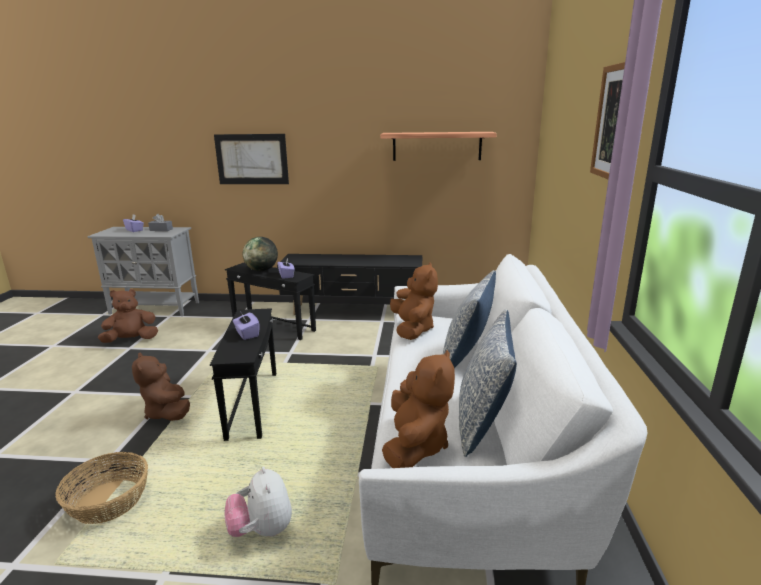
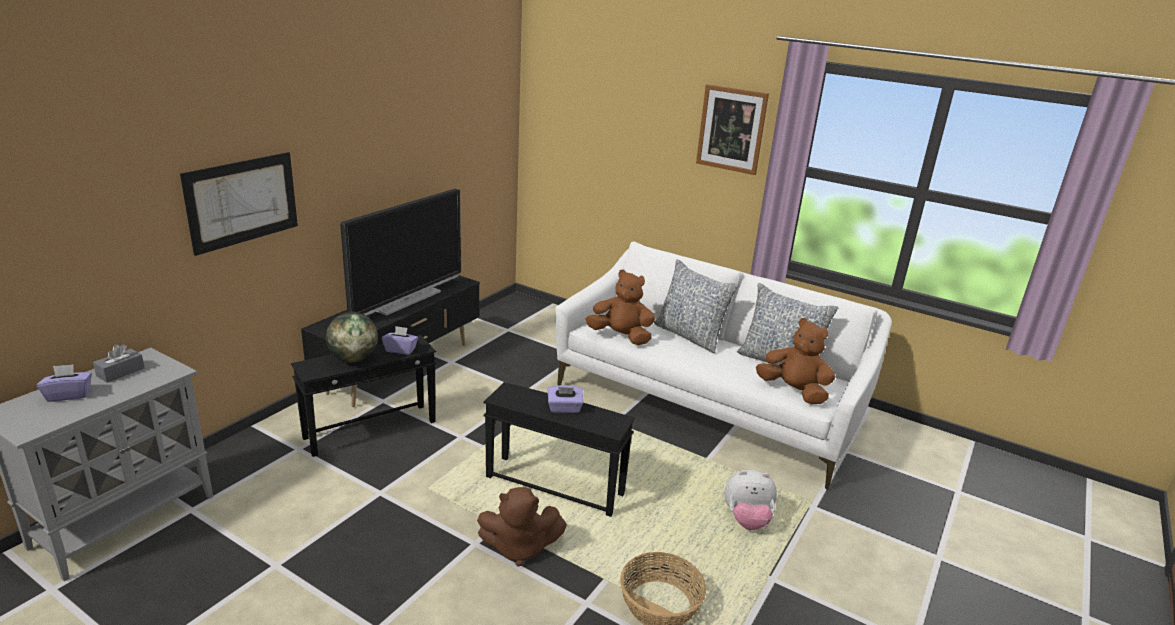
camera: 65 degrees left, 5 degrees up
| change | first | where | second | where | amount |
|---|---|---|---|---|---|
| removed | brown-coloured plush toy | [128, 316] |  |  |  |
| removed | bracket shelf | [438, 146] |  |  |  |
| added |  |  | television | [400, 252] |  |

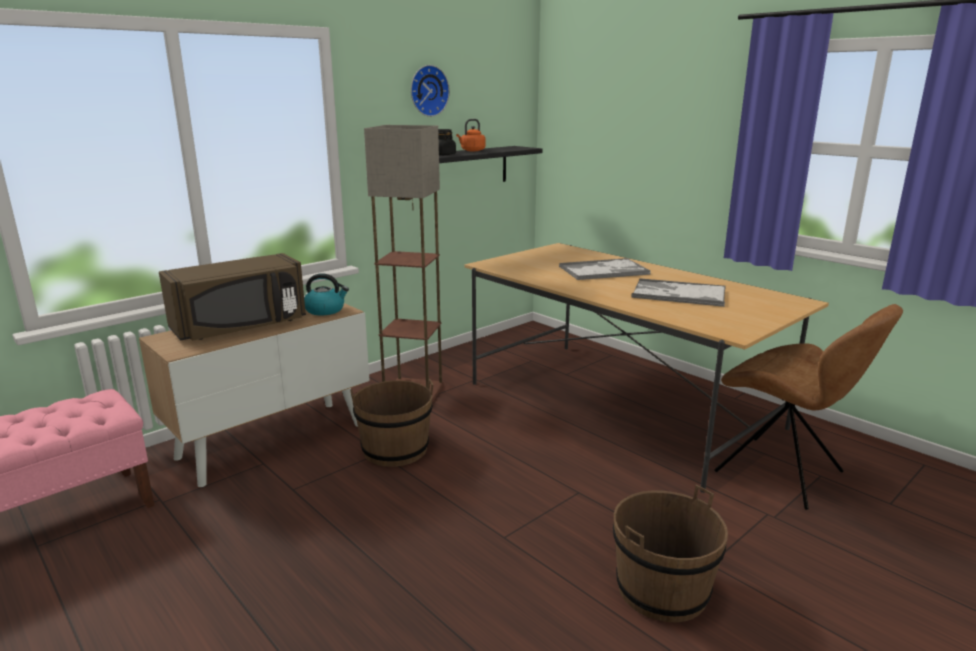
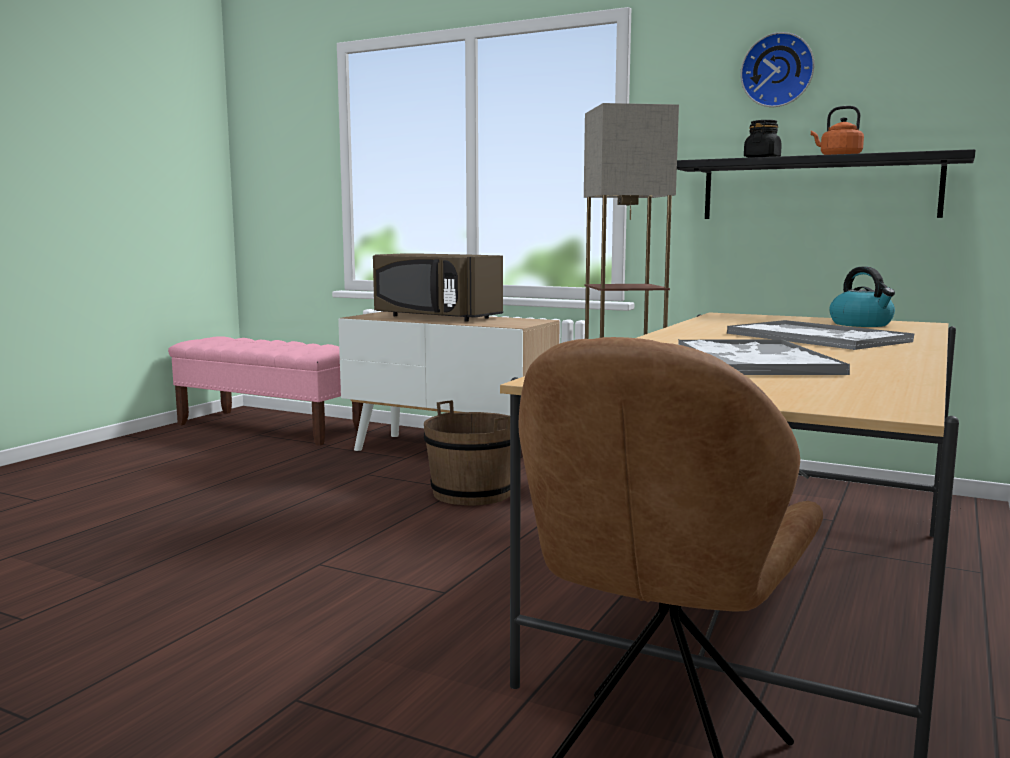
camera: 70 degrees right, 10 degrees down
| change | first | where | second | where | amount |
|---|---|---|---|---|---|
| moved | water kettle | [326, 294] |  | [862, 296] |  |
| removed | brown-coloured water bucket | [670, 553] |  |  |  |

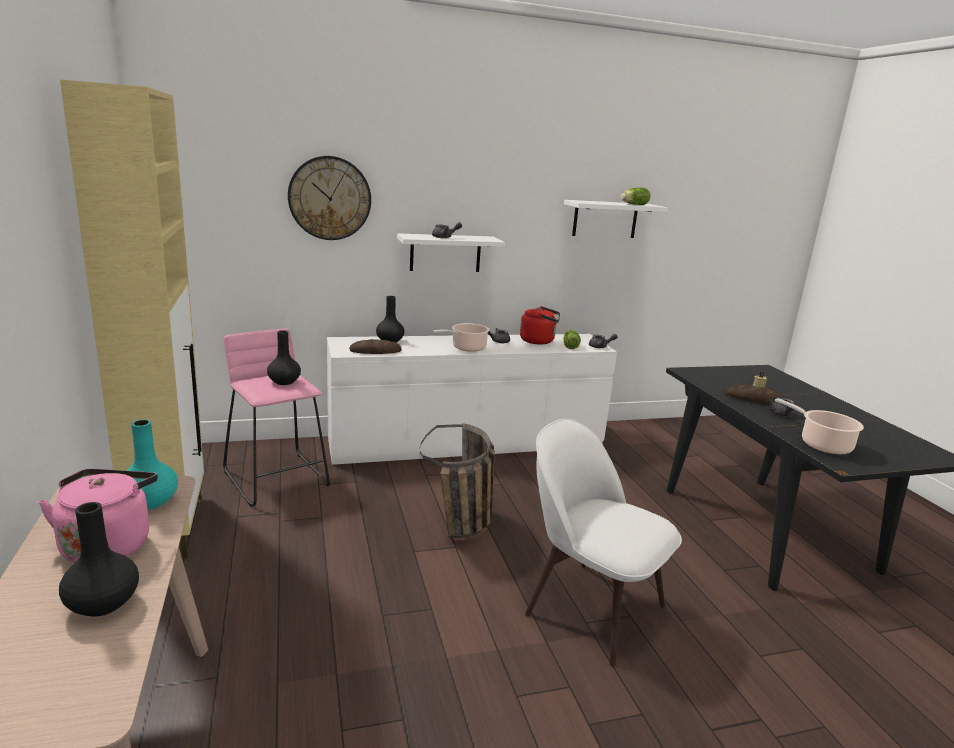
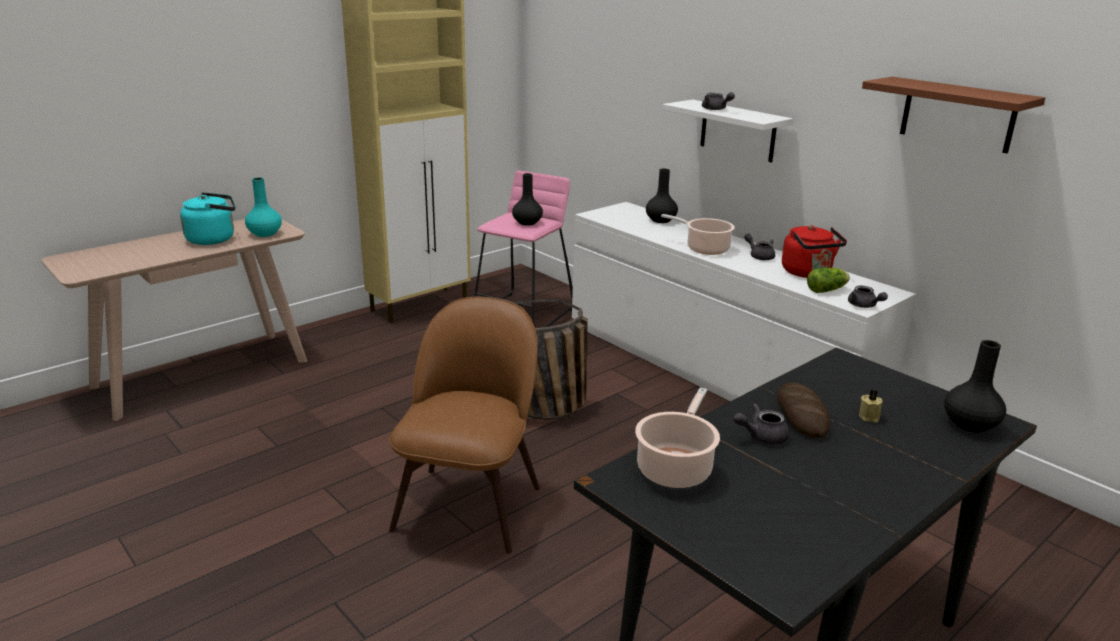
camera: 65 degrees right, 5 degrees up
| change | first | where | second | where | amount |
|---|---|---|---|---|---|
| recoloured | pink-coloured water kettle | [98, 516] | turquoise-coloured water kettle | [207, 218] |  |
| moved | black-coloured decorative vase | [99, 559] |  | [975, 386] |  |
| removed | wall clock | [329, 198] |  |  |  |
| removed | baked bread | [376, 346] |  |  |  |
| recoloured | whitish plain chair | [603, 543] | brown-coloured plain chair | [464, 425] |  |
| recoloured | whitish bracket shelf | [616, 219] | brown-coloured bracket shelf | [953, 115] |  |
| removed | lettuce | [635, 196] |  |  |  |

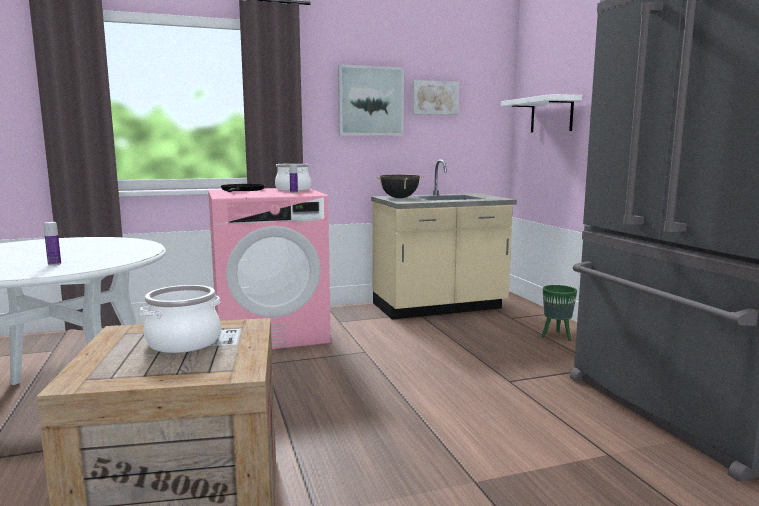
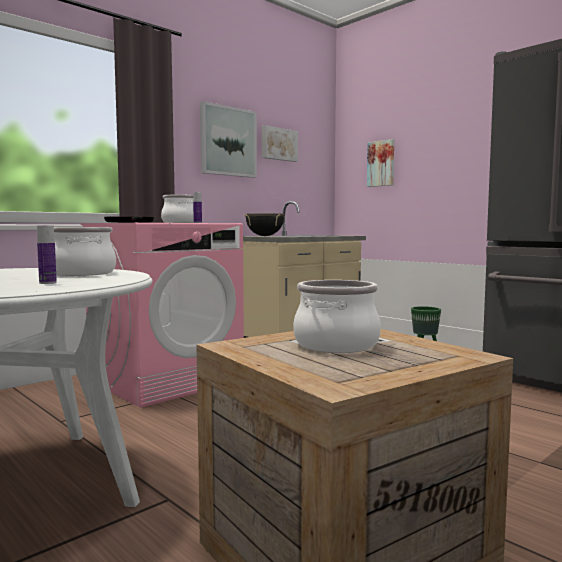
camera: 25 degrees left, 5 degrees down
| change | first | where | second | where | amount |
|---|---|---|---|---|---|
| replaced | whitish bracket shelf | [541, 113] | picture | [380, 163] |  |
| added |  |  | cooking pot | [85, 251] |  |

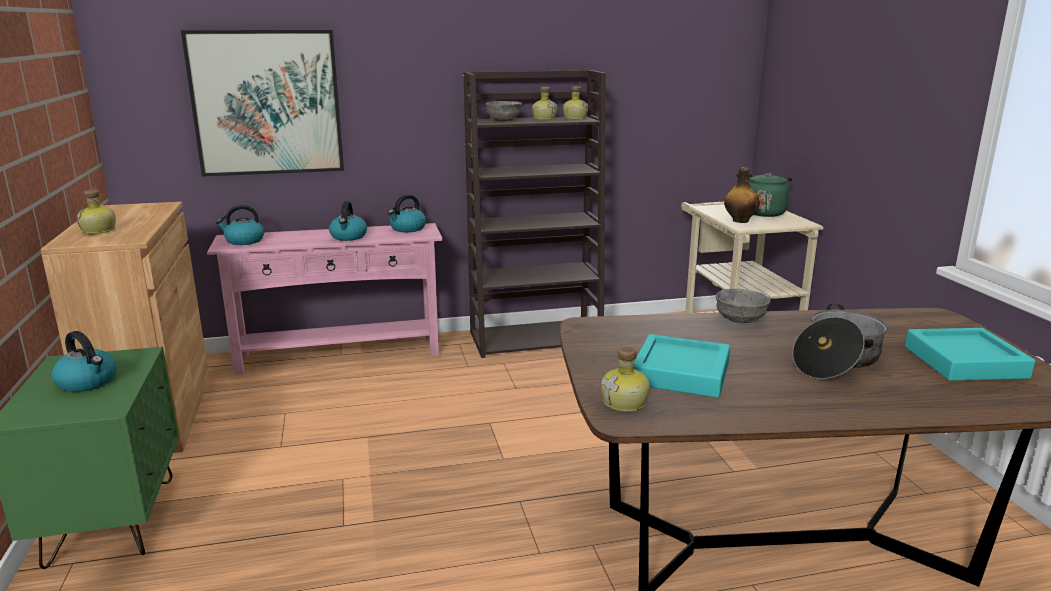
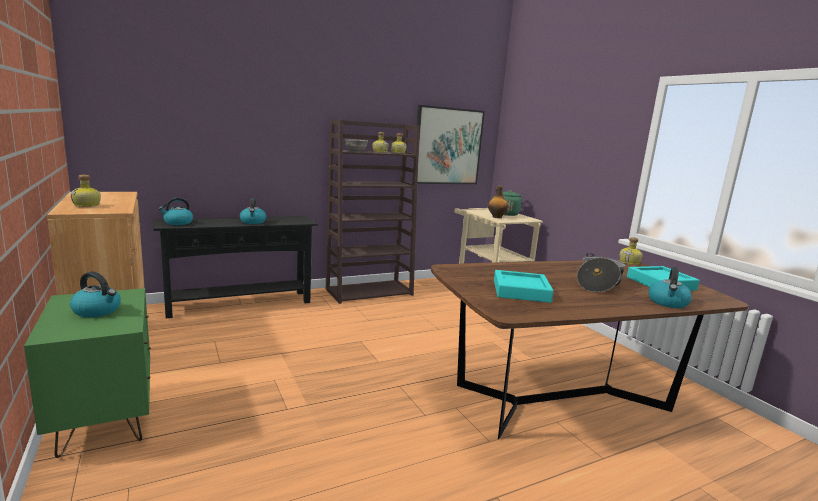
camera: 15 degrees left, 5 degrees down
| change | first | where | second | where | amount |
|---|---|---|---|---|---|
| moved | picture | [262, 103] |  | [448, 144] |  |
| recoloured | pink-coloured narrow table | [325, 299] | black-coloured narrow table | [235, 267] |  |
| moved | water kettle | [407, 213] |  | [670, 287] |  |
| moved | beverage bottle | [625, 379] |  | [631, 251] |  |
| removed | grey deep dish | [743, 306] |  |  |  |

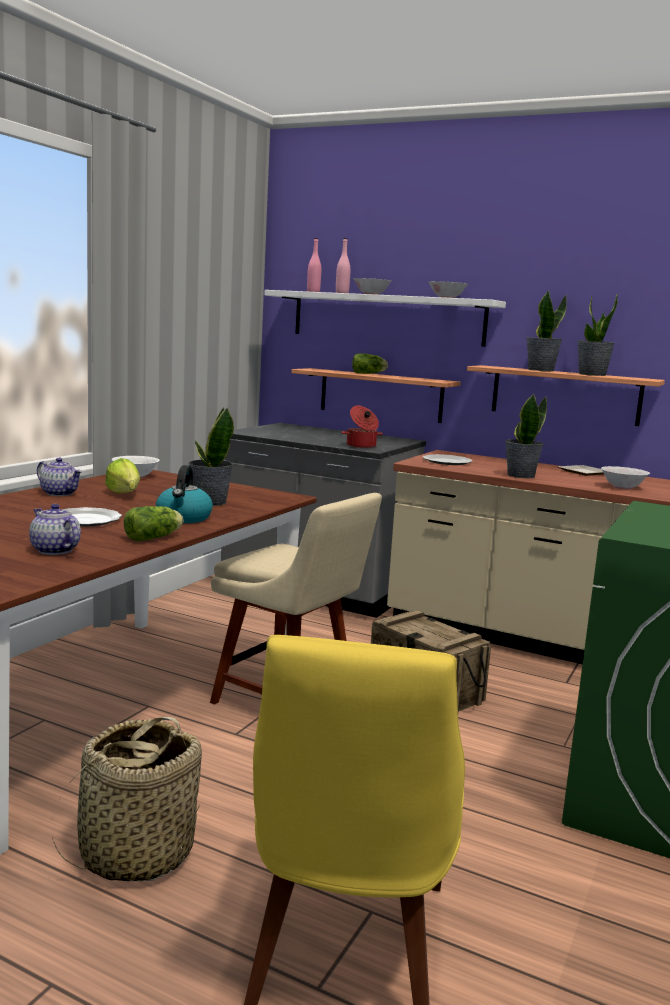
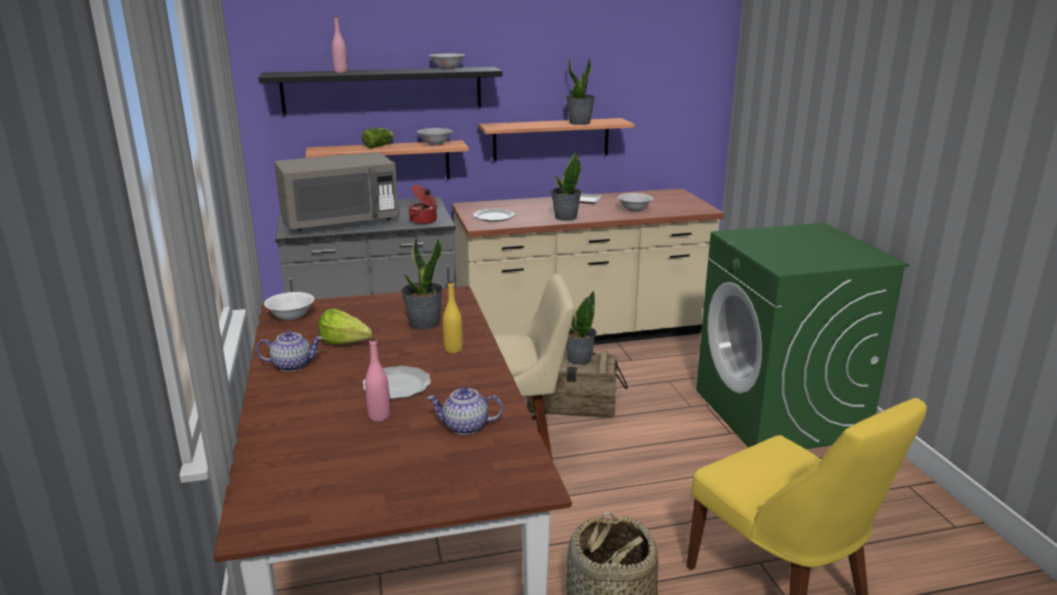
camera: 40 degrees left, 10 degrees up
| change | first | where | second | where | amount |
|---|---|---|---|---|---|
| removed | lettuce | [153, 523] |  |  |  |
| replaced | water kettle | [184, 494] | yellow beverage bottle | [453, 317] |  |
| recoloured | whitish bracket shelf | [385, 318] | black-coloured bracket shelf | [380, 91] |  |
| moved | pink-coloured beverage bottle | [314, 265] |  | [377, 380] |  |
| moved | whitish deep dish | [372, 286] |  | [434, 137] |  |
| moved | potted plant | [546, 330] |  | [581, 327] |  |
| added |  |  | grey microwave | [336, 191] |  |

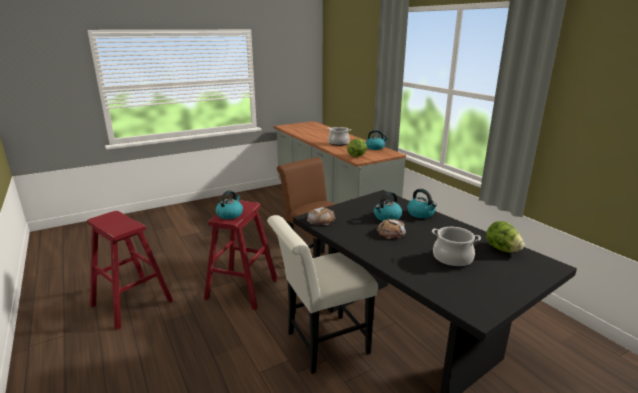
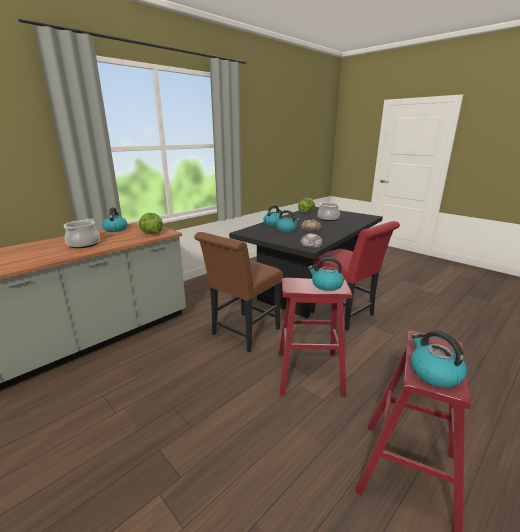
camera: 105 degrees left, 0 degrees up
| change | first | where | second | where | amount |
|---|---|---|---|---|---|
| recoloured | whitish plain chair | [322, 294] | reddish plain chair | [355, 276] |  |
| added |  |  | water kettle | [439, 359] |  |

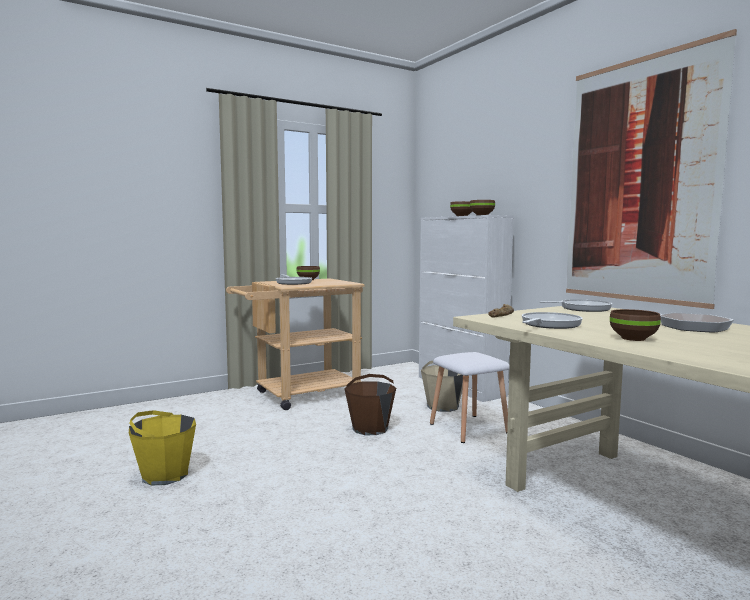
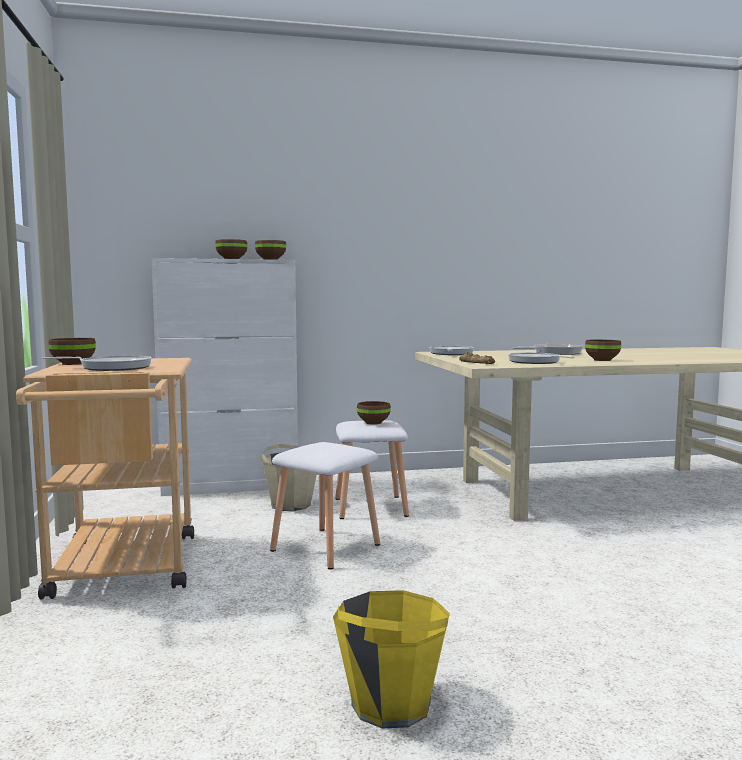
camera: 70 degrees left, 0 degrees up
| change | first | where | second | where | amount |
|---|---|---|---|---|---|
| replaced | brown-coloured water bucket | [370, 404] | whitish stool | [325, 506] |  |
| removed | picture | [651, 169] |  |  |  |
| added |  |  | brown-coloured deep dish | [374, 413] |  |

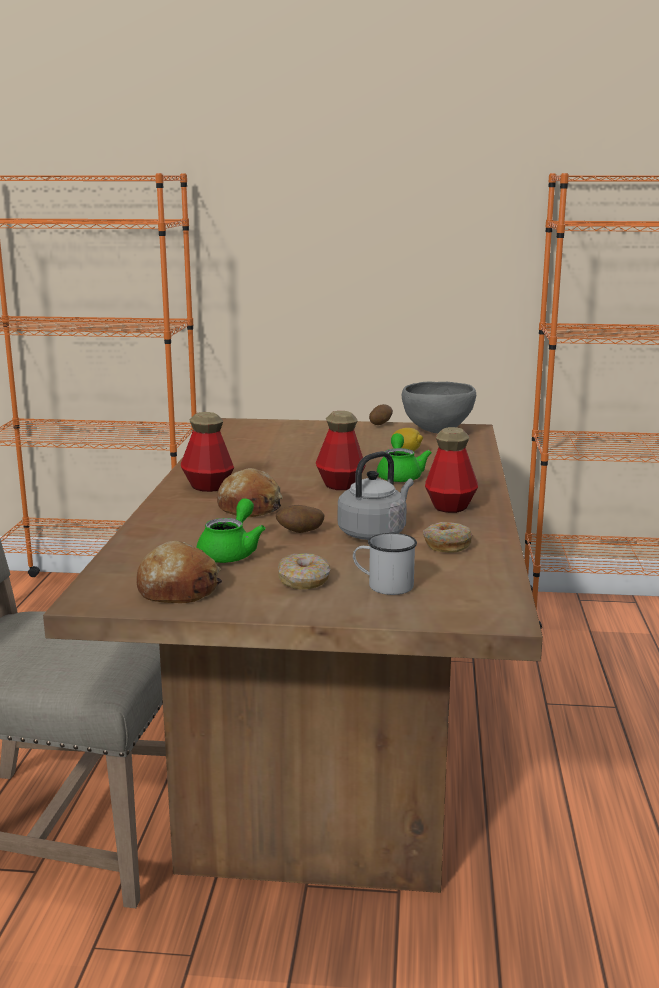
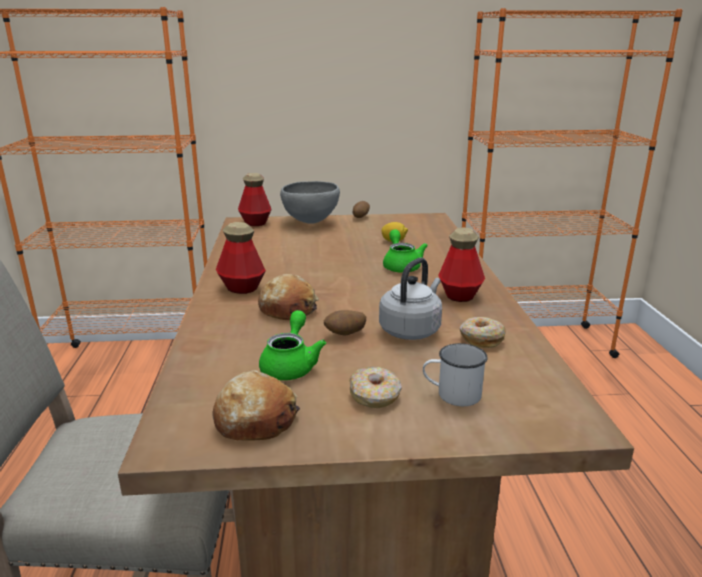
camera: 10 degrees left, 5 degrees up
| change | first | where | second | where | amount |
|---|---|---|---|---|---|
| moved | beverage bottle | [341, 450] |  | [255, 199] |  |
| moved | grey deep dish | [439, 407] |  | [310, 202] |  |

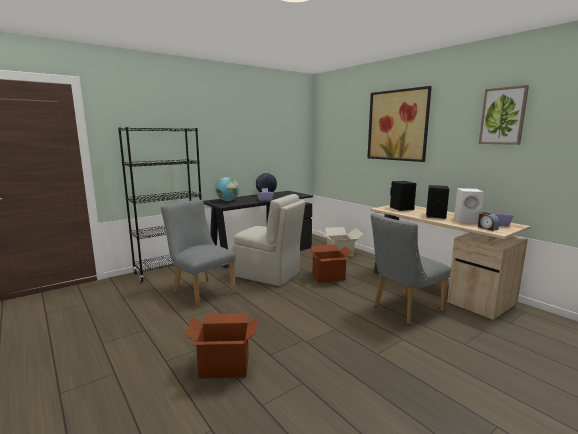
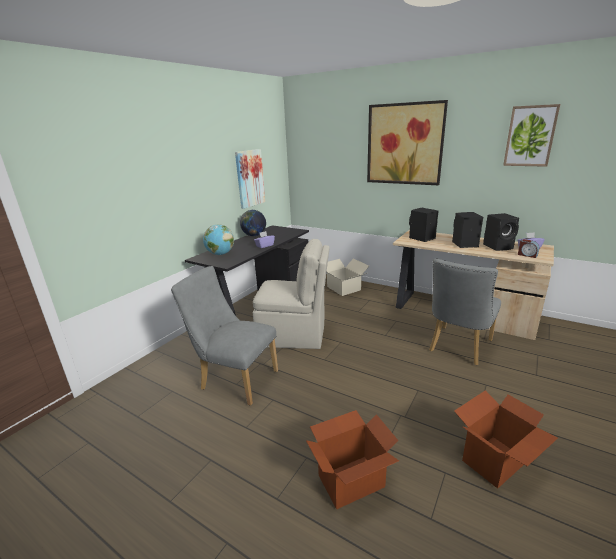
camera: 20 degrees left, 10 degrees up
| change | first | where | second | where | amount |
|---|---|---|---|---|---|
| removed | black-coloured shelving unit | [159, 204] |  |  |  |
| moved | carton | [329, 263] |  | [506, 439] |  |
| recoloured | whitish audio speaker | [469, 205] | black-coloured audio speaker | [501, 232] |  |
| added |  |  | picture | [250, 179] |  |

